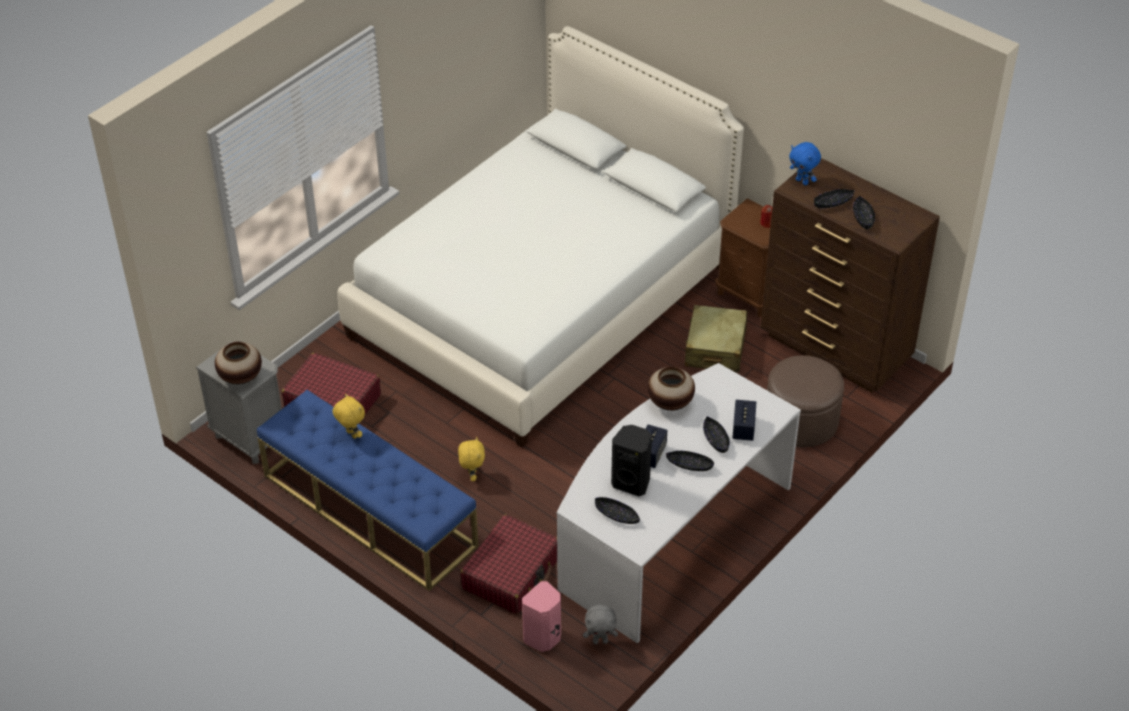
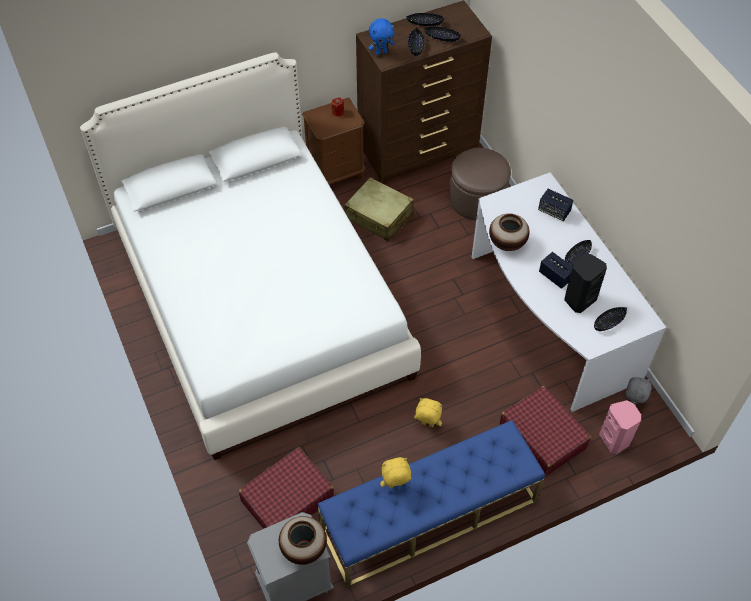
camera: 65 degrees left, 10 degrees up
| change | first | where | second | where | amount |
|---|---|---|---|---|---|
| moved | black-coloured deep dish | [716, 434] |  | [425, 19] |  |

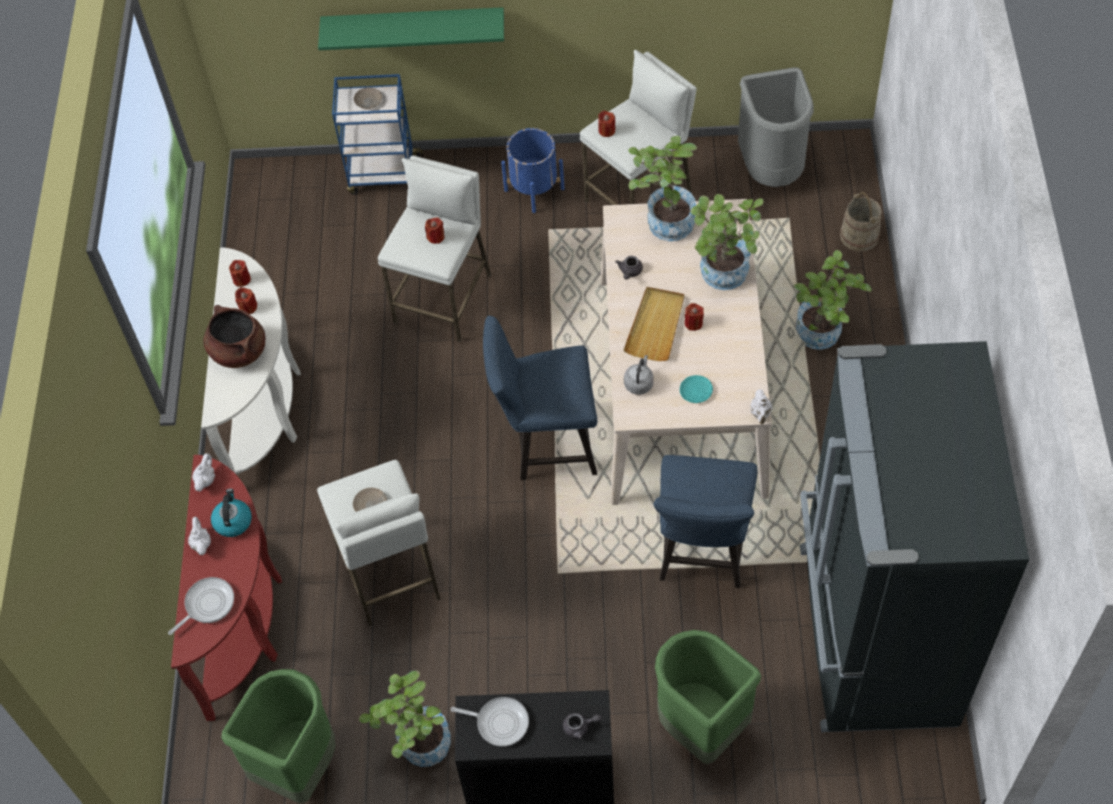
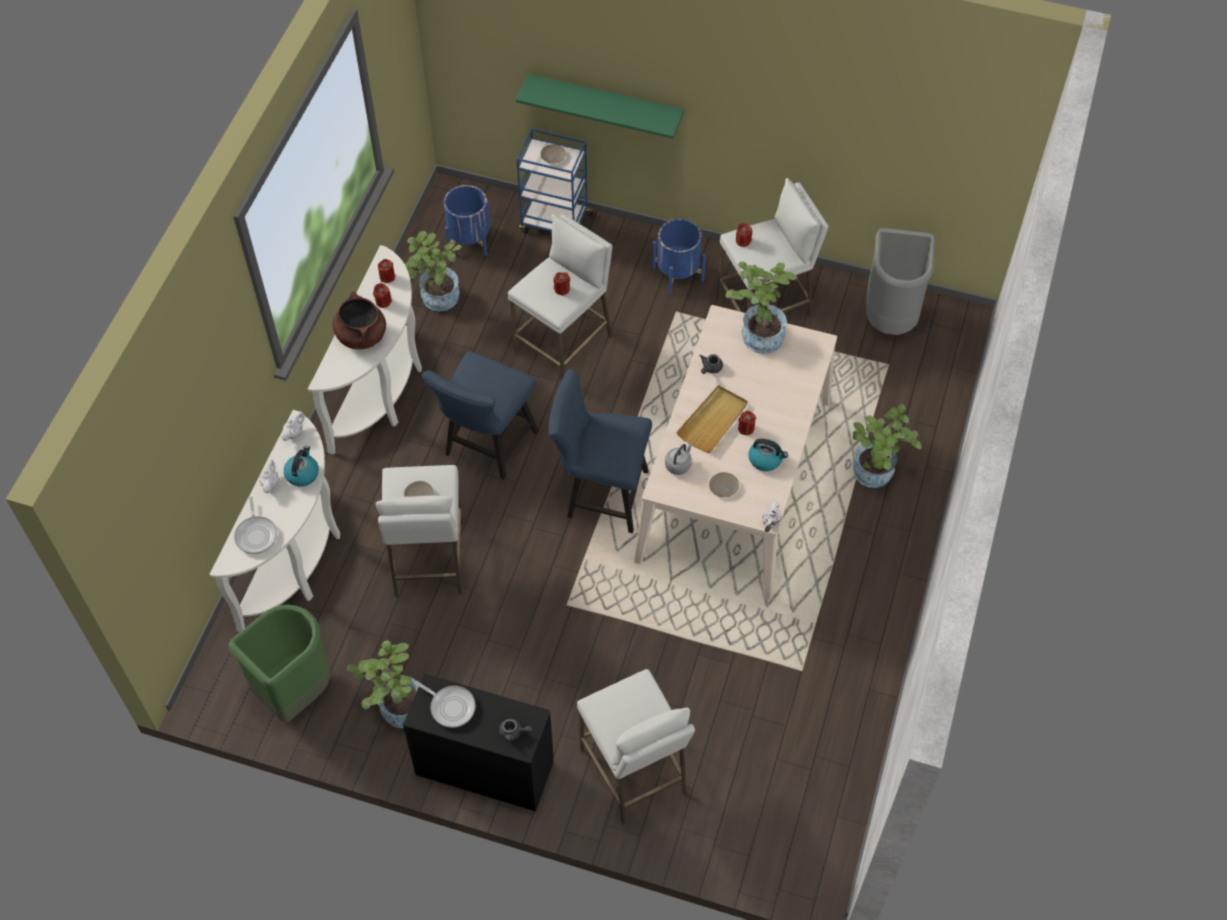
camera: 15 degrees right, 0 degrees up
| change | first | where | second | where | amount |
|---|---|---|---|---|---|
| turned | skillet | [201, 606] |  | [255, 525] | 105 degrees clockwise |
| recoloured | reddish narrow table | [226, 588] | whitish narrow table | [274, 521] |  |
| moved | blue plain chair | [705, 521] |  | [480, 415] |  |
| replaced | green rubbish bin | [708, 697] | whitish stool | [636, 747] |  |
| recoloured | turquoise-coloured flat dish | [696, 389] | sand-coloured flat dish | [724, 484] |  |
| moved | potted plant | [727, 242] |  | [433, 271] |  |
| removed | black-coloured refrigerator | [914, 536] |  |  |  |
| removed | sand-coloured water bucket | [861, 222] |  |  |  |
| added |  |  | blue planter | [467, 220] |  |
| added |  |  | water kettle | [768, 455] |  |

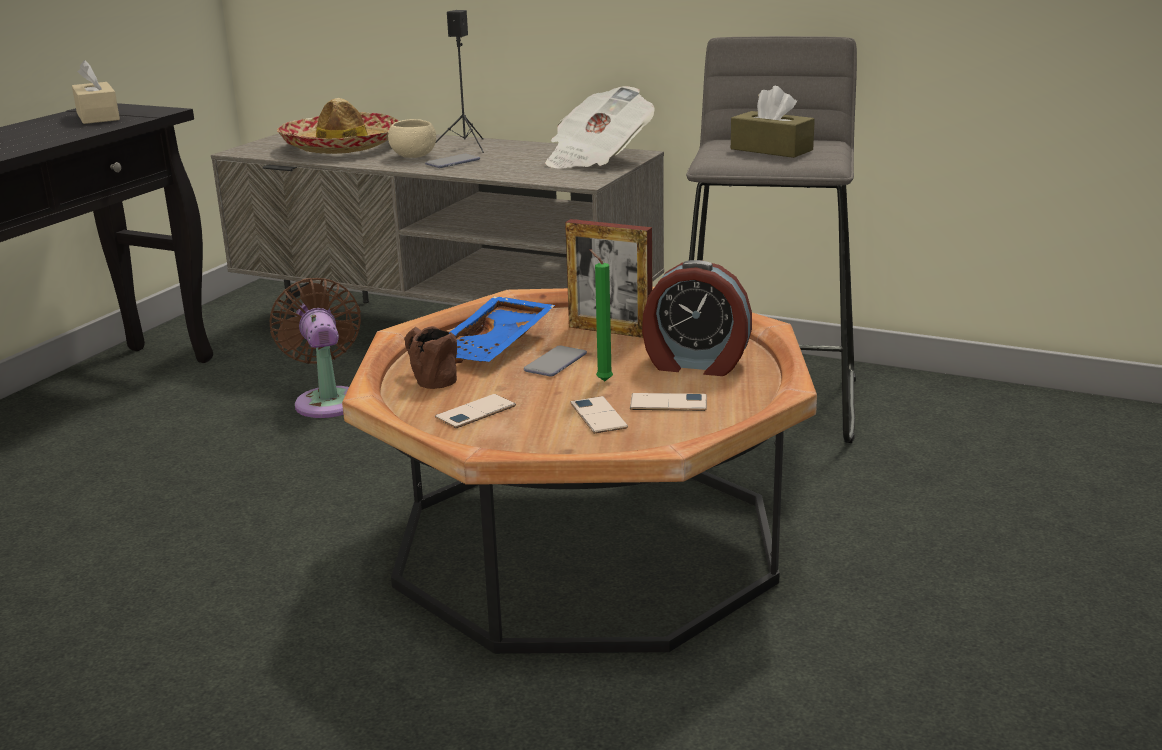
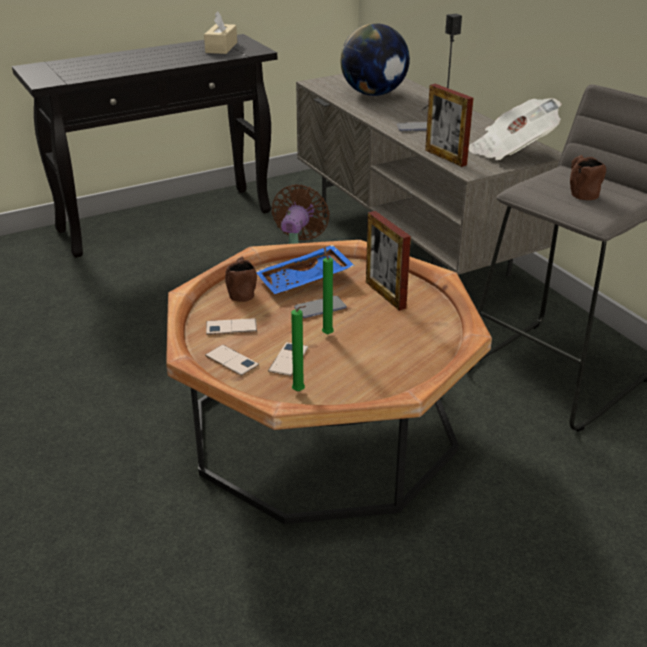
camera: 35 degrees right, 10 degrees up
| change | first | where | second | where | amount |
|---|---|---|---|---|---|
| replaced | hat | [338, 126] | desk globe | [375, 59] |  |
| removed | sand-coloured deep dish | [412, 138] |  |  |  |
| moved | phone | [668, 402] |  | [232, 360] |  |
| removed | alarm clock | [697, 318] |  |  |  |
| replaced | brown-coloured box of tissues | [773, 122] | brown-coloured mug | [588, 177] |  |
| added |  |  | green wax light | [298, 349] |  |
| added |  |  | photo frame | [449, 125] |  |

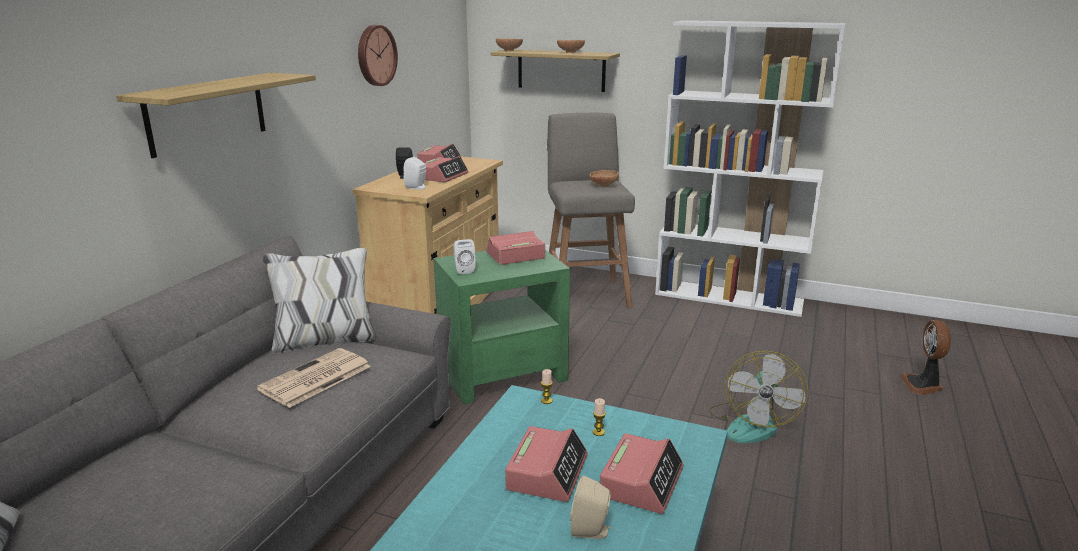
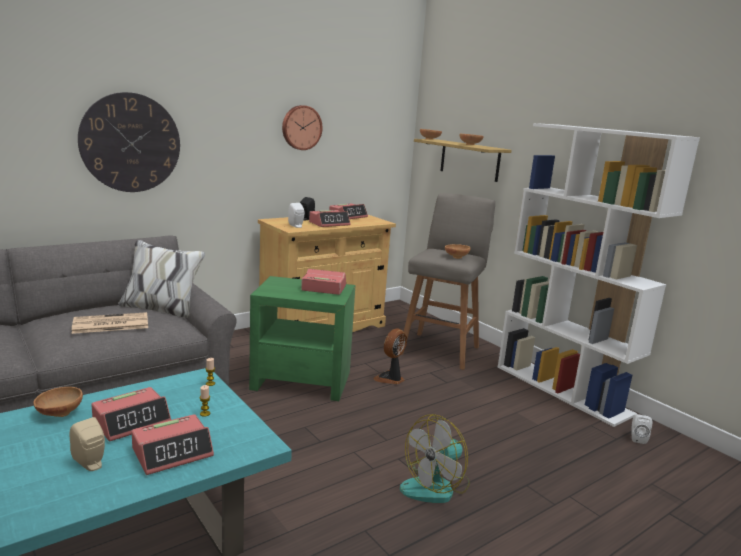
camera: 30 degrees right, 5 degrees down
| change | first | where | second | where | amount |
|---|---|---|---|---|---|
| replaced | bracket shelf | [216, 115] | wall clock | [129, 142] |  |
| moved | whitish audio speaker | [464, 256] |  | [641, 429] |  |
| moved | cooling fan | [925, 357] |  | [390, 356] |  |
| added |  |  | brown-coloured deep dish | [58, 402] |  |

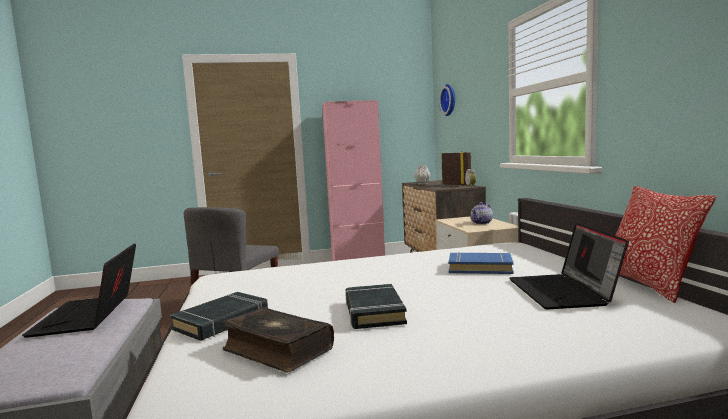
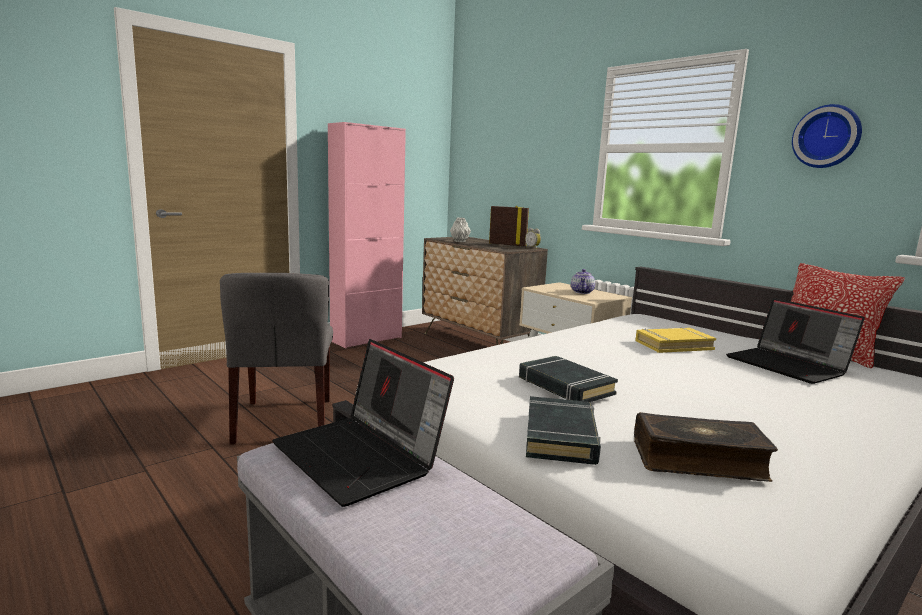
camera: 30 degrees left, 5 degrees up
| change | first | where | second | where | amount |
|---|---|---|---|---|---|
| moved | black-coloured volume | [376, 306] |  | [568, 379] |  |
| moved | wall clock | [447, 100] |  | [827, 136] |  |
| recoloured | blue volume | [481, 263] | yellow volume | [675, 340] |  |

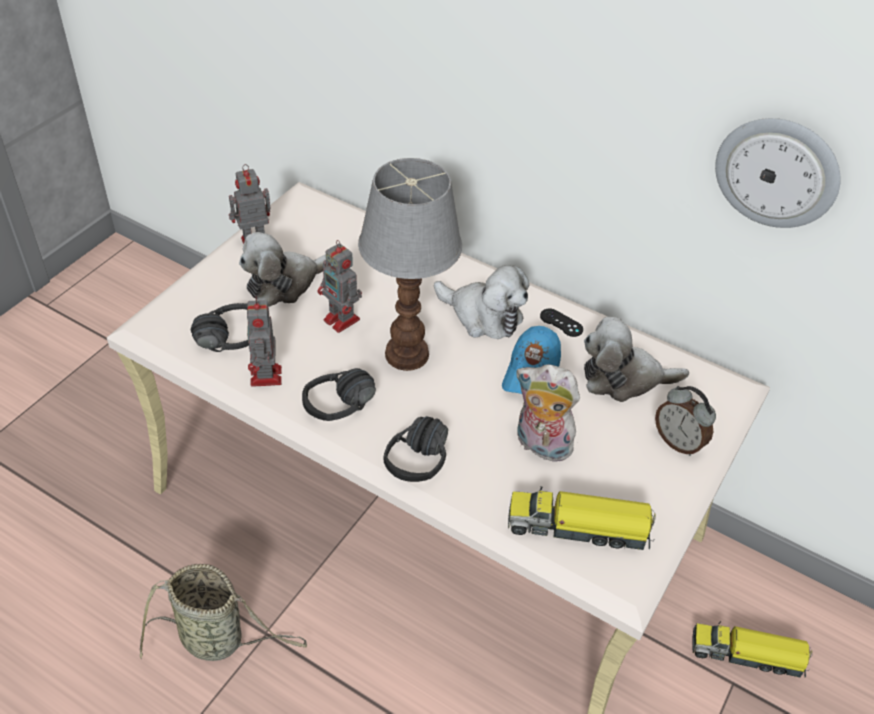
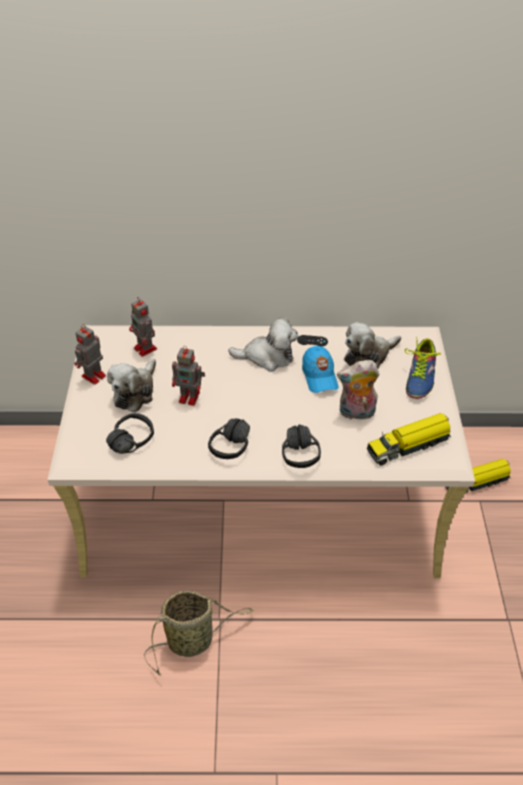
camera: 30 degrees left, 0 degrees up
| change | first | where | second | where | amount |
|---|---|---|---|---|---|
| moved | toy robot | [264, 341] |  | [143, 327] |  |
| removed | table lamp | [410, 264] |  |  |  |
| replaced | alarm clock | [685, 421] | item of footwear | [423, 367] |  |
| removed | wall clock | [778, 173] |  |  |  |

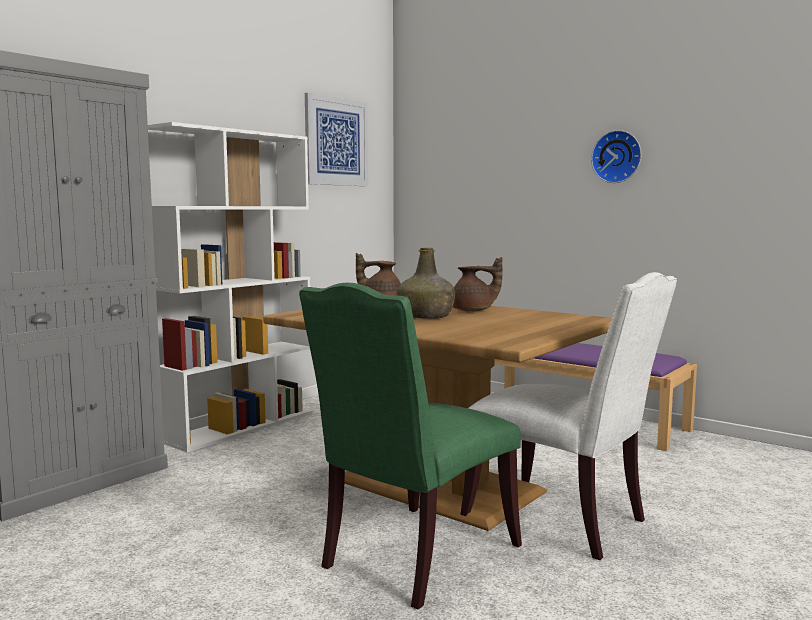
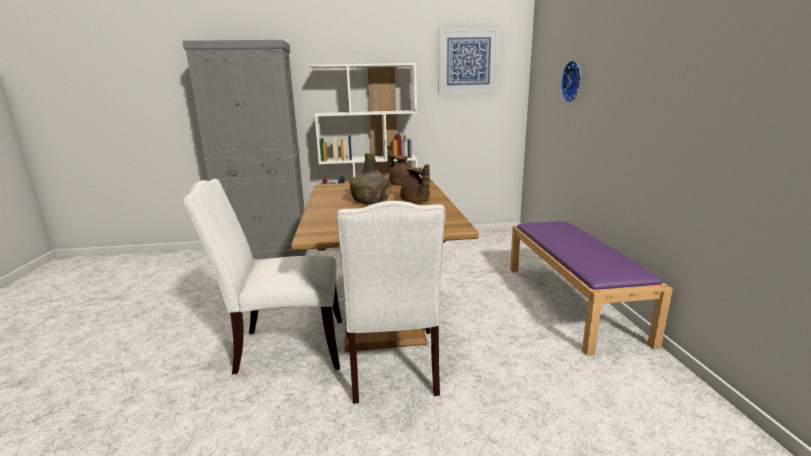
camera: 45 degrees right, 10 degrees up
| change | first | where | second | where | amount |
|---|---|---|---|---|---|
| recoloured | green plain chair | [410, 446] | whitish plain chair | [262, 276] |  |
| moved | wall clock | [616, 156] |  | [571, 81] |  |

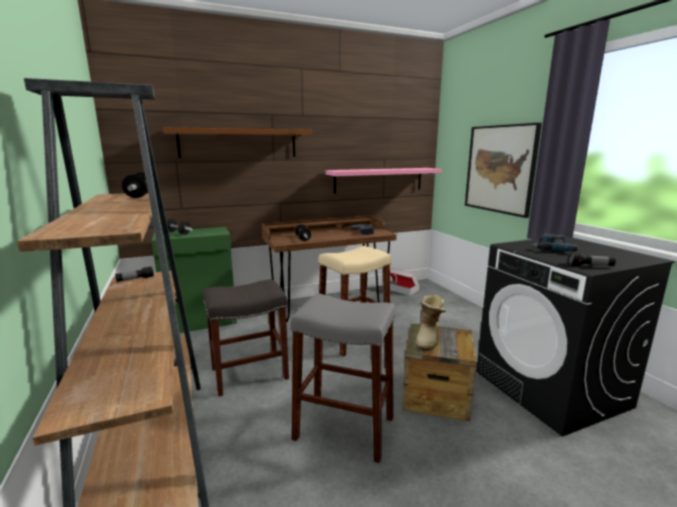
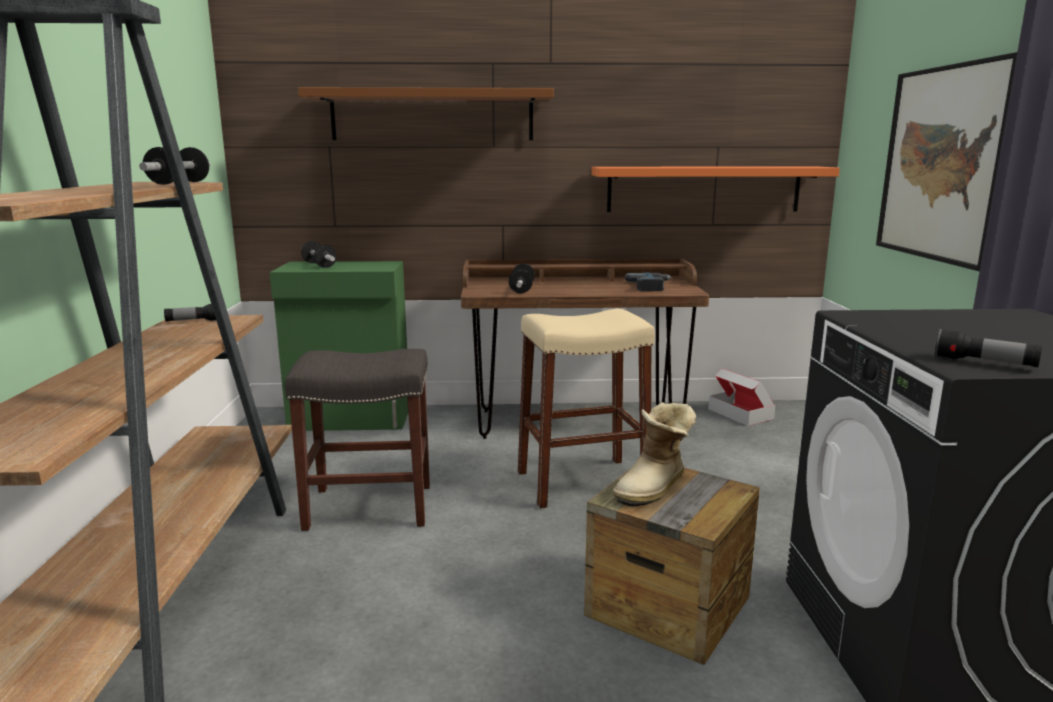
camera: 20 degrees right, 0 degrees up
| change | first | where | second | where | amount |
|---|---|---|---|---|---|
| removed | grey stool | [343, 378] |  |  |  |
| recoloured | pink-coloured bracket shelf | [384, 181] | orangey bracket shelf | [715, 189] |  |
| removed | electric drill | [555, 243] |  |  |  |

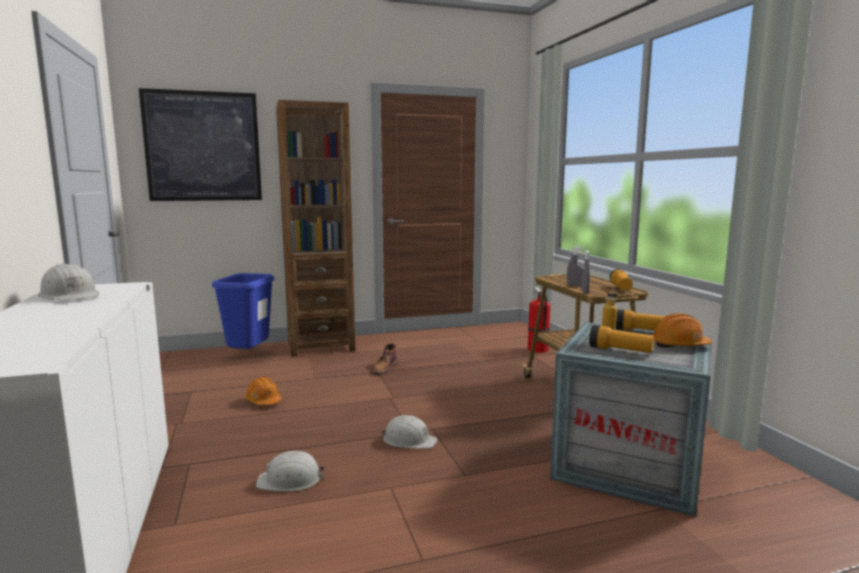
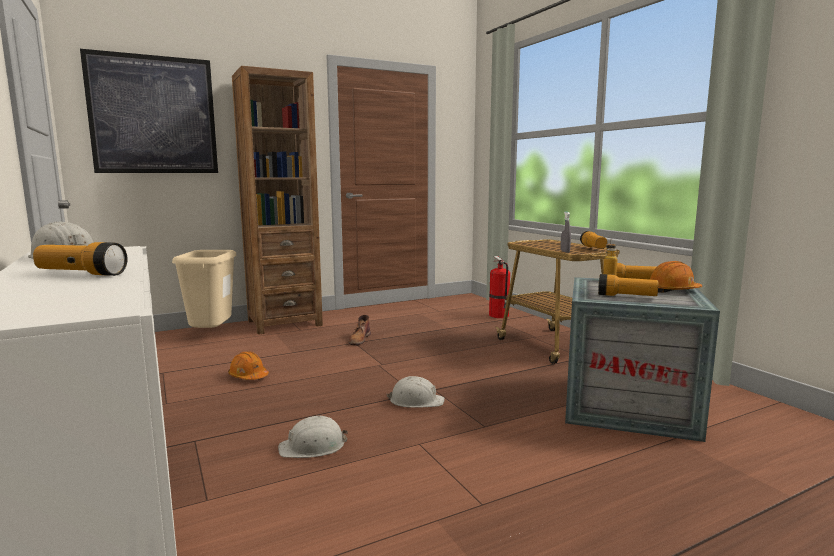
camera: 10 degrees left, 0 degrees up
| change | first | where | second | where | amount |
|---|---|---|---|---|---|
| recoloured | blue rubbish bin | [243, 311] | sand-coloured rubbish bin | [204, 289] |  |
| removed | grey sprayer | [575, 266] |  |  |  |
| added |  |  | hand torch | [80, 259] |  |

